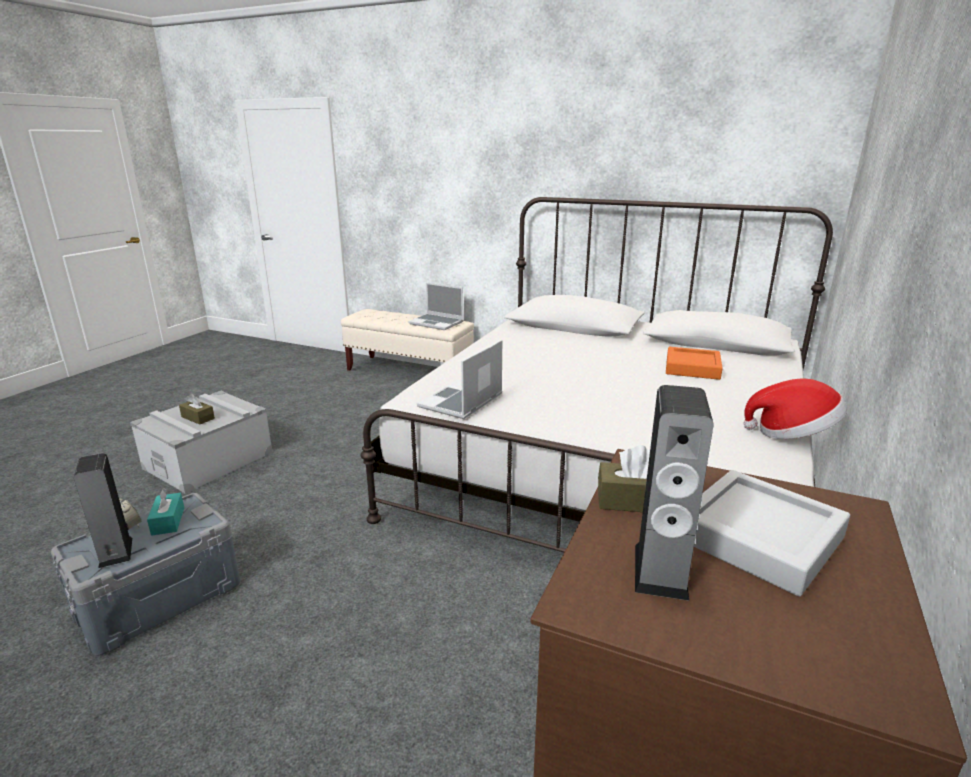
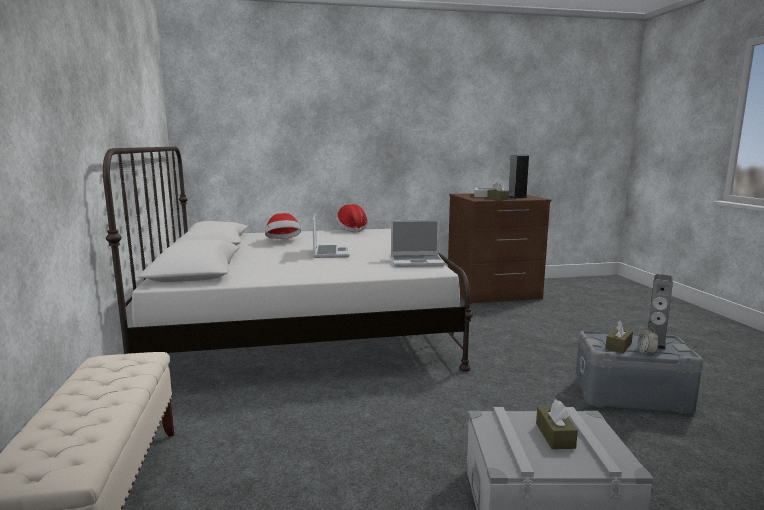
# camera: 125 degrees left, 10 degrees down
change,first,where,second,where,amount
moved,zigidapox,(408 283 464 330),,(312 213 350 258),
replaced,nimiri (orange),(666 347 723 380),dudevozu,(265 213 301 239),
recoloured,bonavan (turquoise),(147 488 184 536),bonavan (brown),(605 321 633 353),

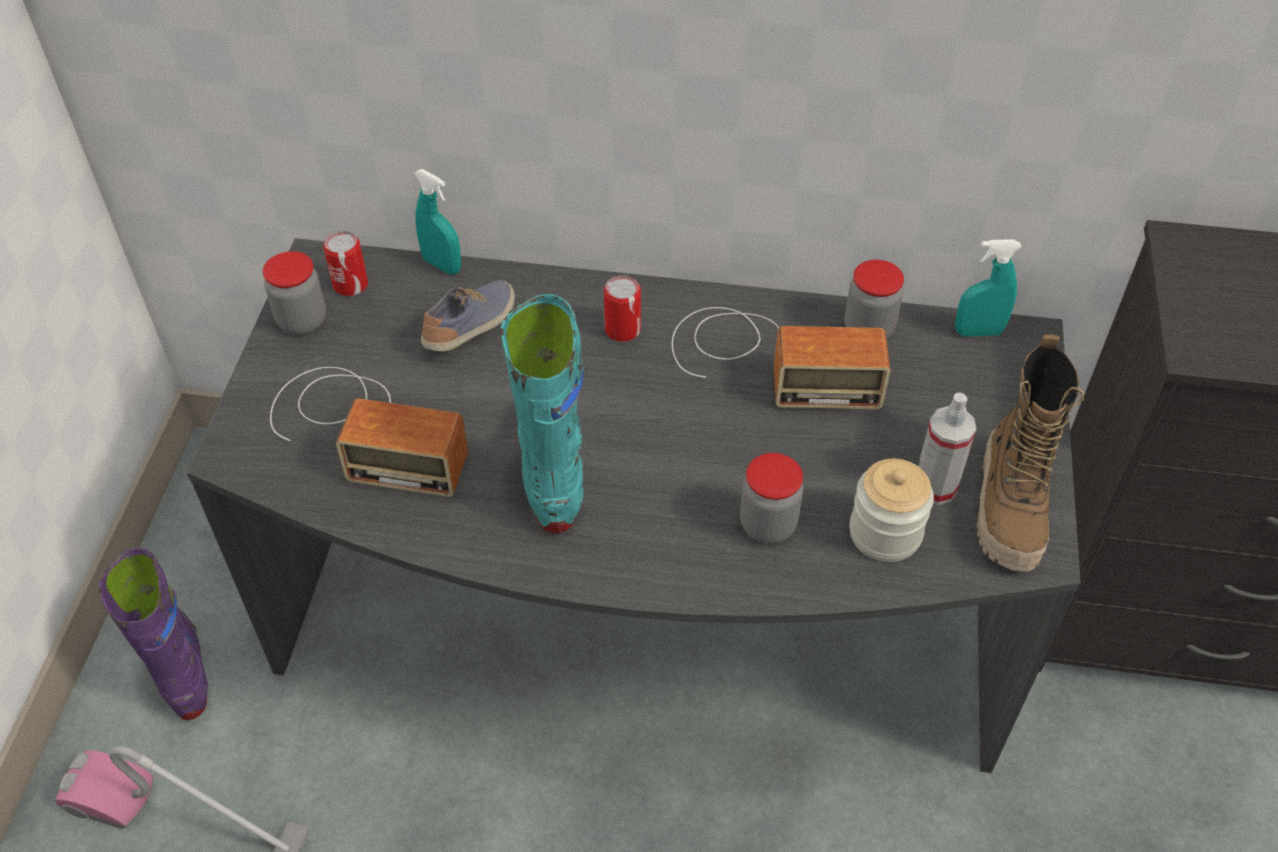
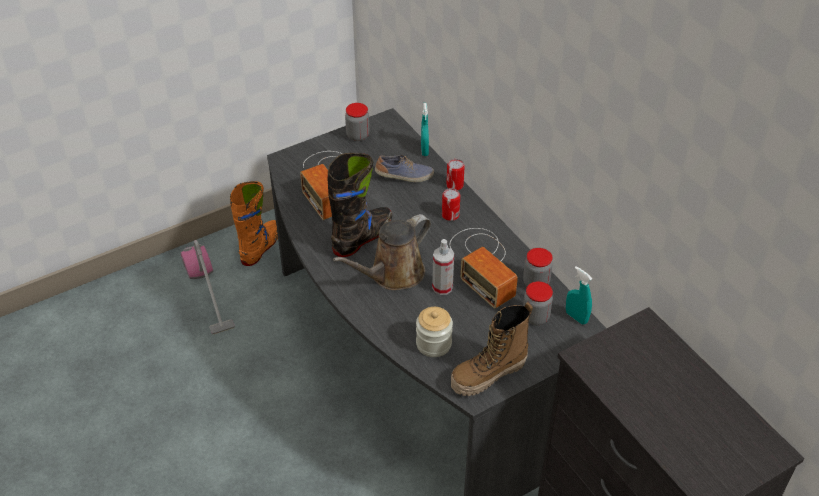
# camera: 50 degrees right, 5 degrees down
change,first,where,second,where,amount
moved,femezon,(323 231 368 296),,(446 159 465 190),
recoloured,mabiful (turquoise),(500 294 584 533),mabiful (black),(328 153 392 257),
moved,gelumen,(918 392 976 505),,(432 239 454 295),
moved,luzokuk,(740 453 803 544),,(523 281 553 325),
recoloured,mabiful (purple),(99 548 208 720),mabiful (orange),(230 181 278 266),
added,,,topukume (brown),(333 214 431 290),

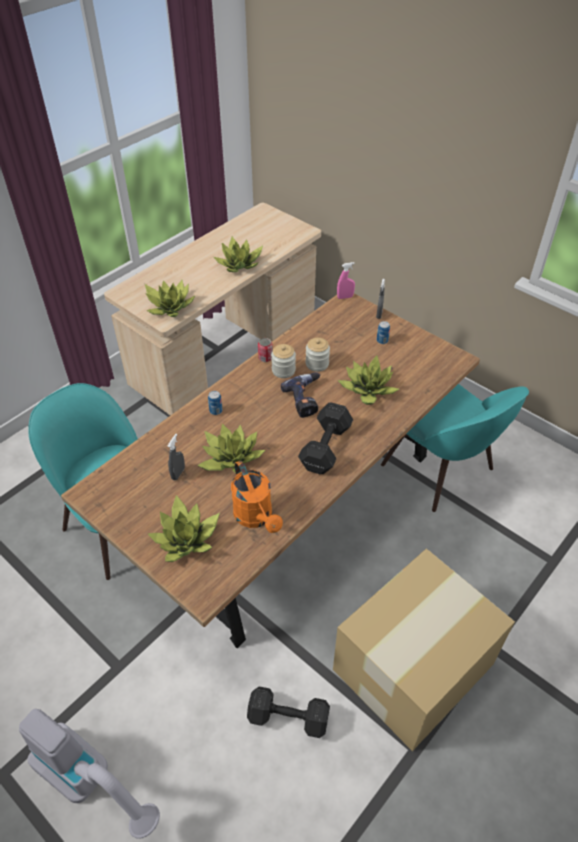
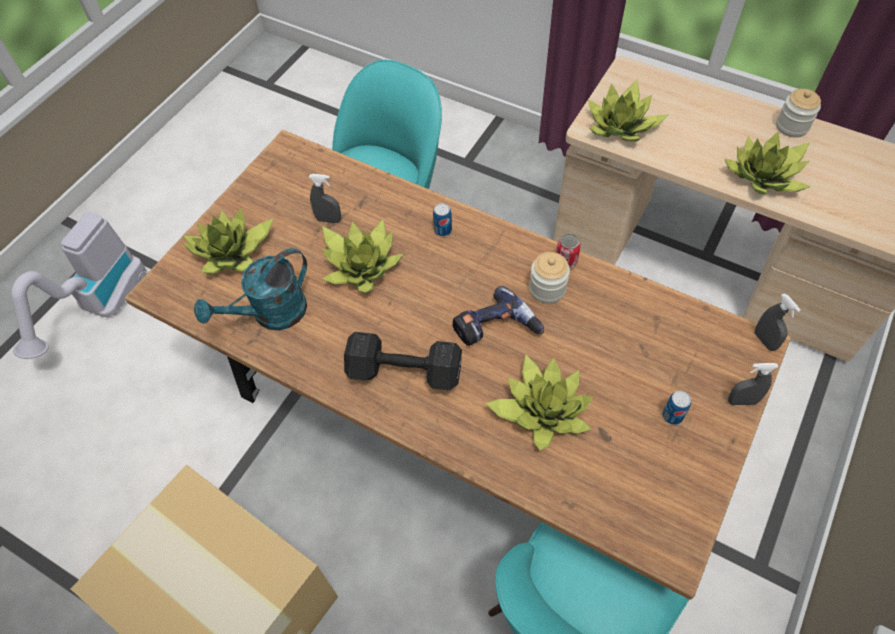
# camera: 80 degrees right, 10 degrees up
change,first,where,second,where,amount
recoloured,gelumen (pink),(337 262 355 299),gelumen (grey),(755 293 800 351),
moved,luzokuk,(305 338 330 372),,(776 89 821 137),
recoloured,topukume (orange),(231 461 283 533),topukume (turquoise),(194 248 307 330),
removed,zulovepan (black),(247 686 330 738),,,

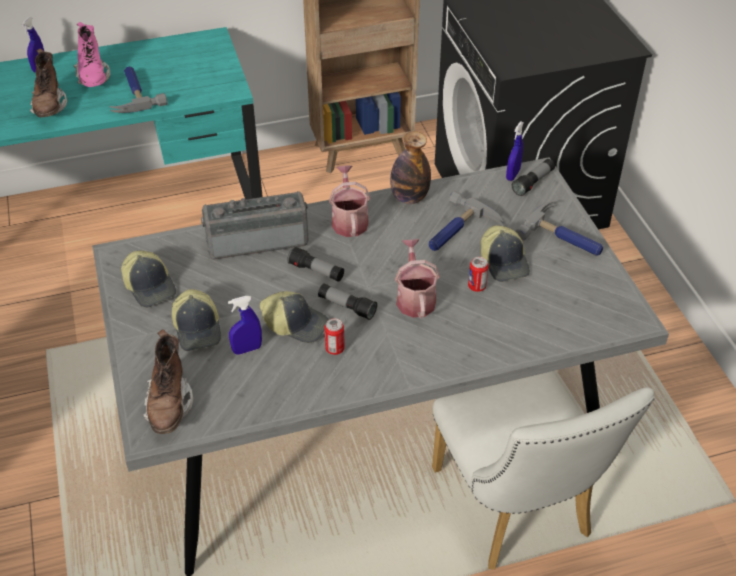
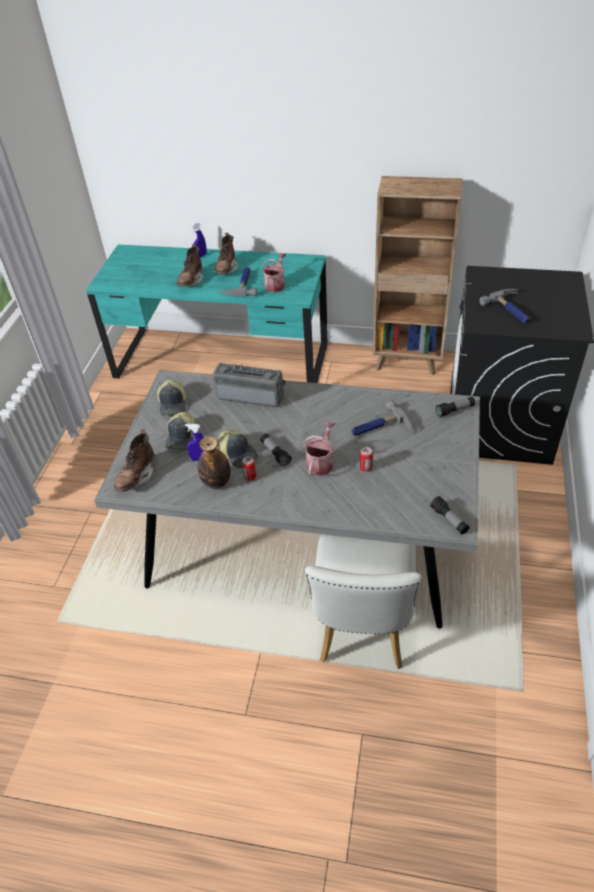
# camera: 30 degrees right, 0 degrees up
change,first,where,second,where,amount
recoloured,mabiful (pink),(74 22 110 87),mabiful (brown),(213 232 237 275),
removed,gelumen (blue),(506 121 524 181),,,
moved,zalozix,(390 131 431 204),,(197 436 231 489),
moved,topukume,(329 165 371 237),,(262 253 286 293),
moved,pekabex,(515 201 603 256),,(479 289 530 324),
removed,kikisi,(481 225 530 282),,,
moved,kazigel,(287 246 344 282),,(430 496 469 534),

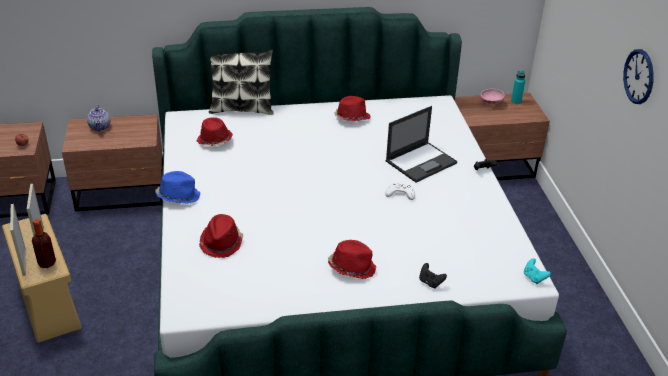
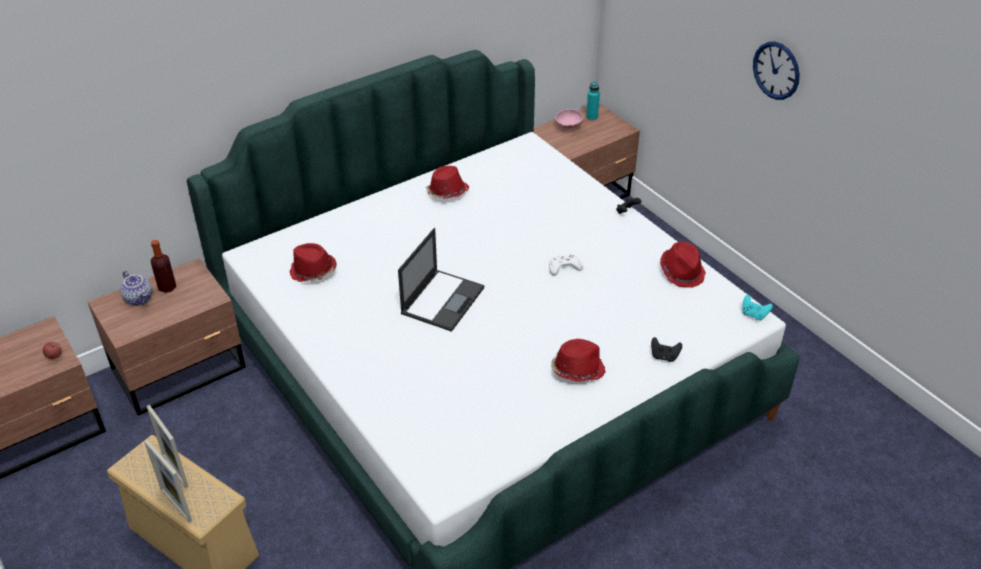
# camera: 25 degrees left, 5 degrees up
change,first,where,second,where,amount
removed,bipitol,(209 49 274 115),,,
moved,zigidapox,(386 106 457 182),,(398 228 484 332),
removed,dudevozu (blue),(155 171 200 204),,,
moved,dudevozu (red),(199 214 243 258),,(660 242 706 288),
moved,zalozix,(32 219 56 268),,(151 240 177 293),

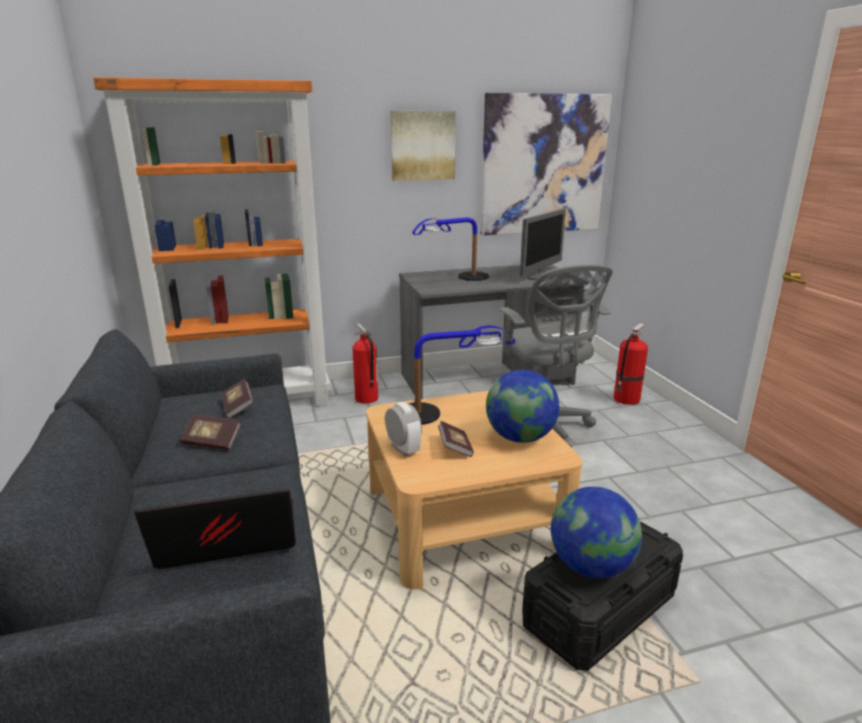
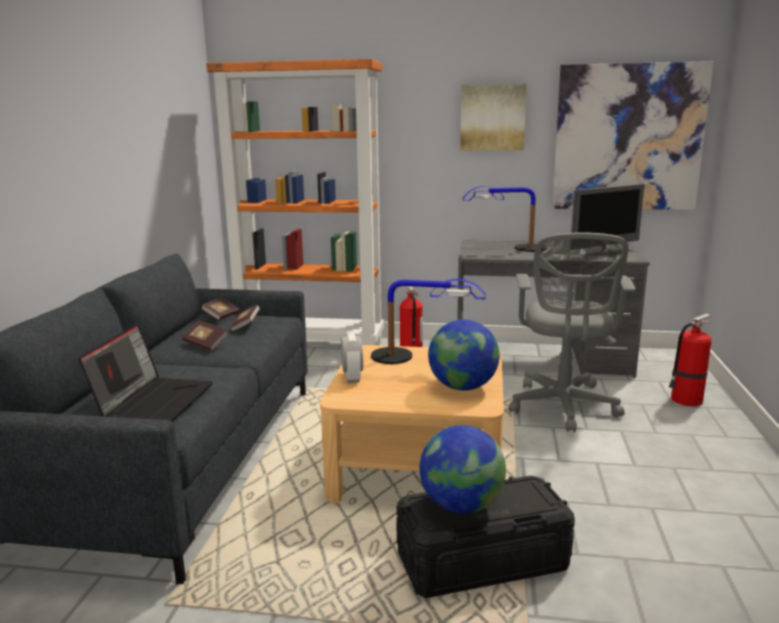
# camera: 25 degrees right, 5 degrees down
change,first,where,second,where,amount
moved,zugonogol,(438 421 474 457),,(201 298 239 320),
turned,zigidapox,(134 489 296 569),,(78 324 213 421),90 degrees clockwise

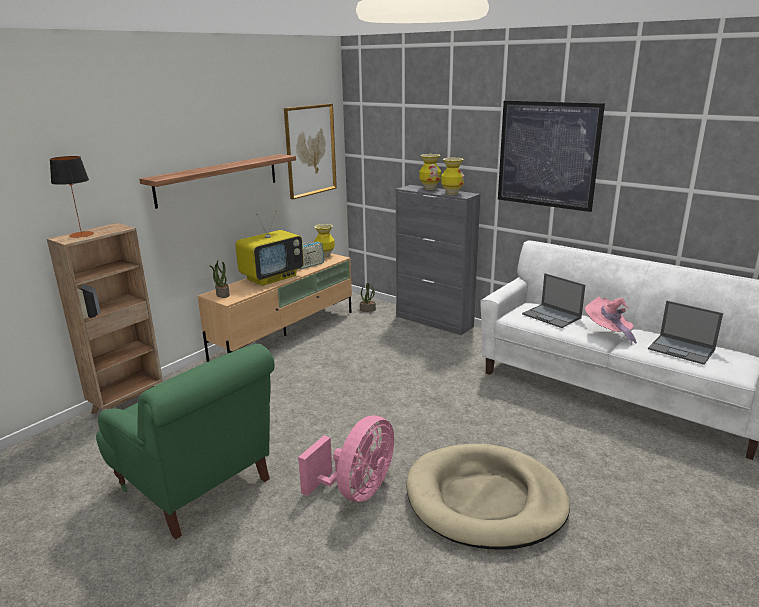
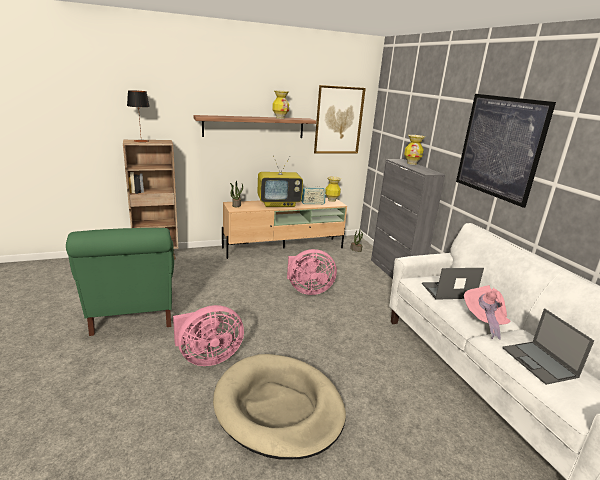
# camera: 30 degrees right, 0 degrees up
change,first,where,second,where,amount
moved,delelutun,(441 158 464 195),,(272 90 289 119),
turned,zigidapox,(522 273 585 328),,(422 268 484 300),90 degrees clockwise
added,,,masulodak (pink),(287 249 337 295),

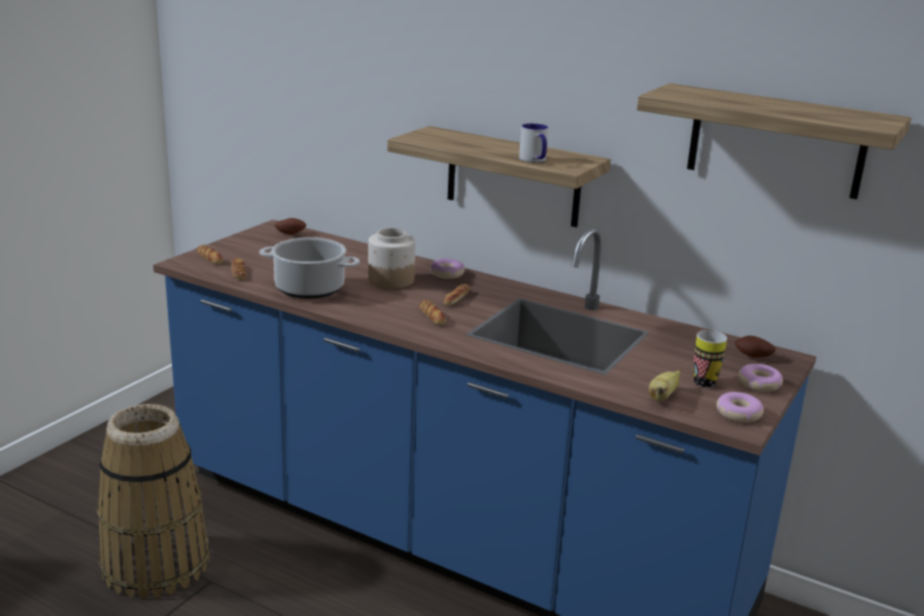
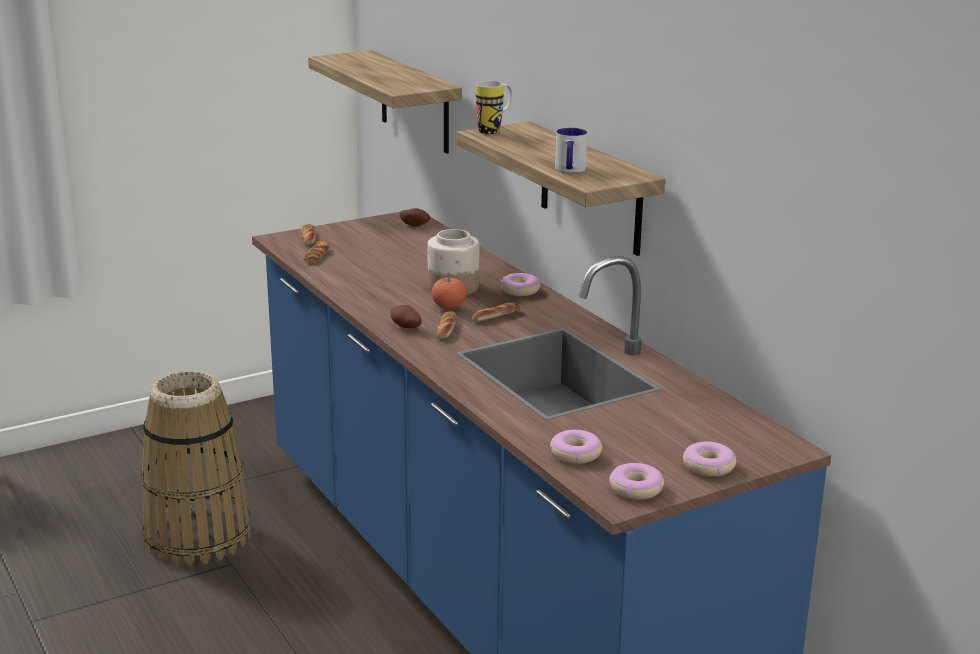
# camera: 30 degrees right, 0 degrees up
change,first,where,second,where,amount
moved,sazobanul,(637 83 911 199),,(308 50 462 154),
removed,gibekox,(259 237 360 299),,,
moved,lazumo,(694 330 727 388),,(476 81 513 135),
moved,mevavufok,(735 336 776 358),,(391 305 422 328),
replaced,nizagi,(649 370 681 402),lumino,(550 430 603 464),
added,,,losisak,(431 277 466 309),

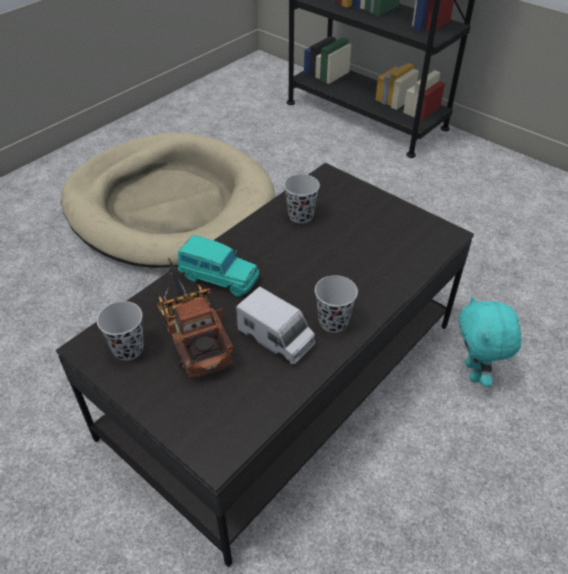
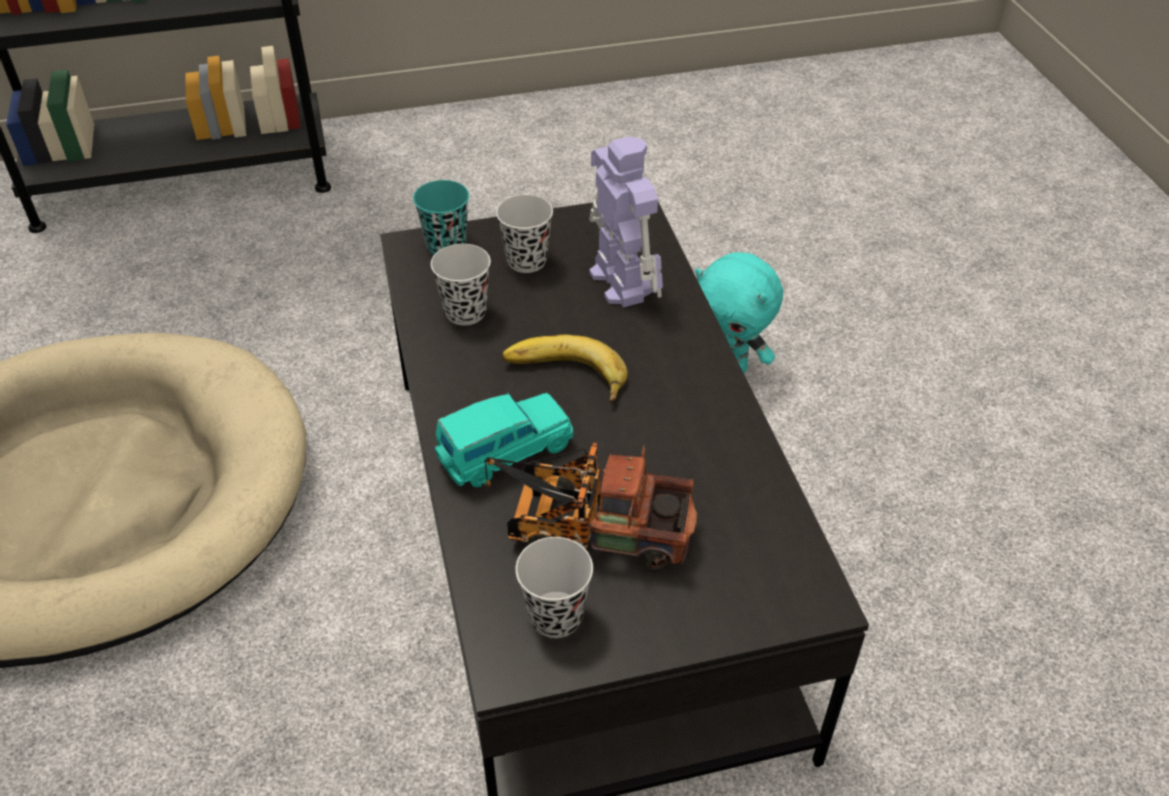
# camera: 55 degrees left, 0 degrees up
change,first,where,second,where,amount
moved,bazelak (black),(315 275 358 333),,(496 195 553 273),
removed,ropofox,(236 287 315 365),,,
added,,,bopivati,(589 136 663 307),
added,,,bazelak (turquoise),(413 180 469 255),
added,,,nizagi,(502 335 628 403),

